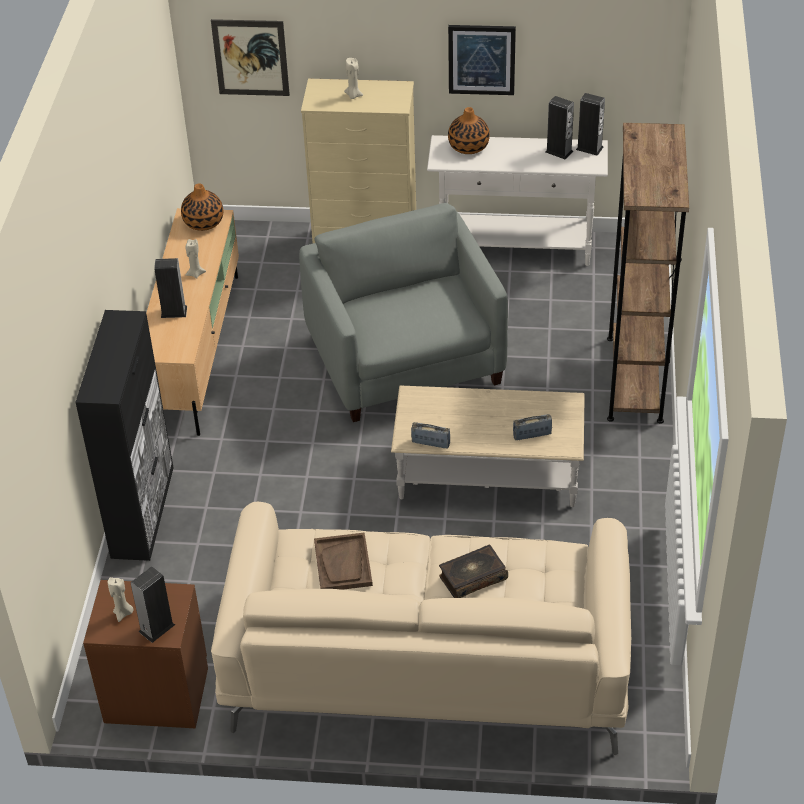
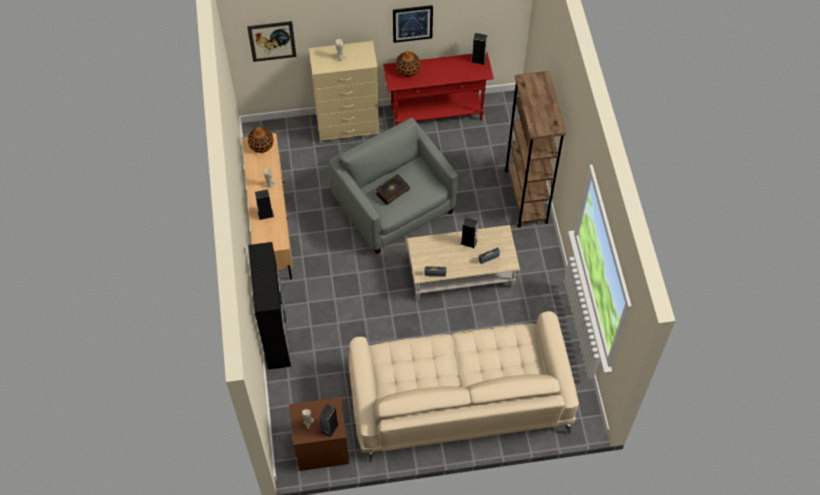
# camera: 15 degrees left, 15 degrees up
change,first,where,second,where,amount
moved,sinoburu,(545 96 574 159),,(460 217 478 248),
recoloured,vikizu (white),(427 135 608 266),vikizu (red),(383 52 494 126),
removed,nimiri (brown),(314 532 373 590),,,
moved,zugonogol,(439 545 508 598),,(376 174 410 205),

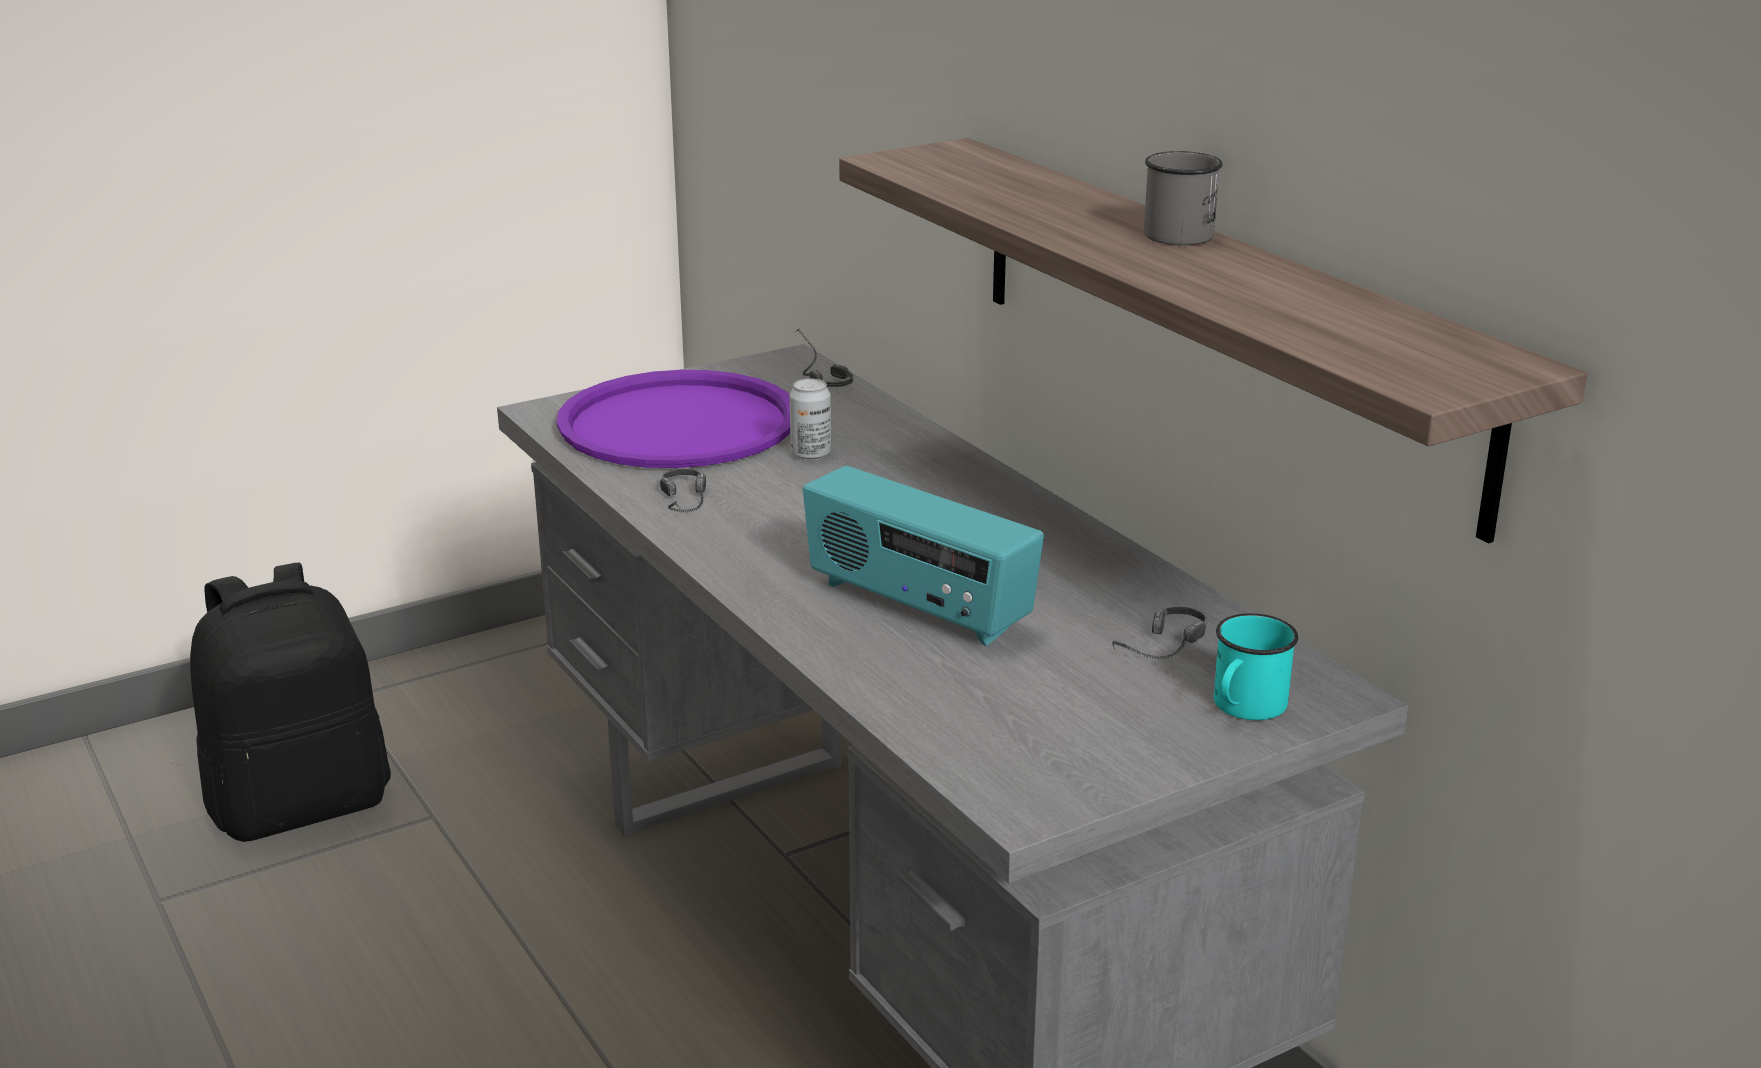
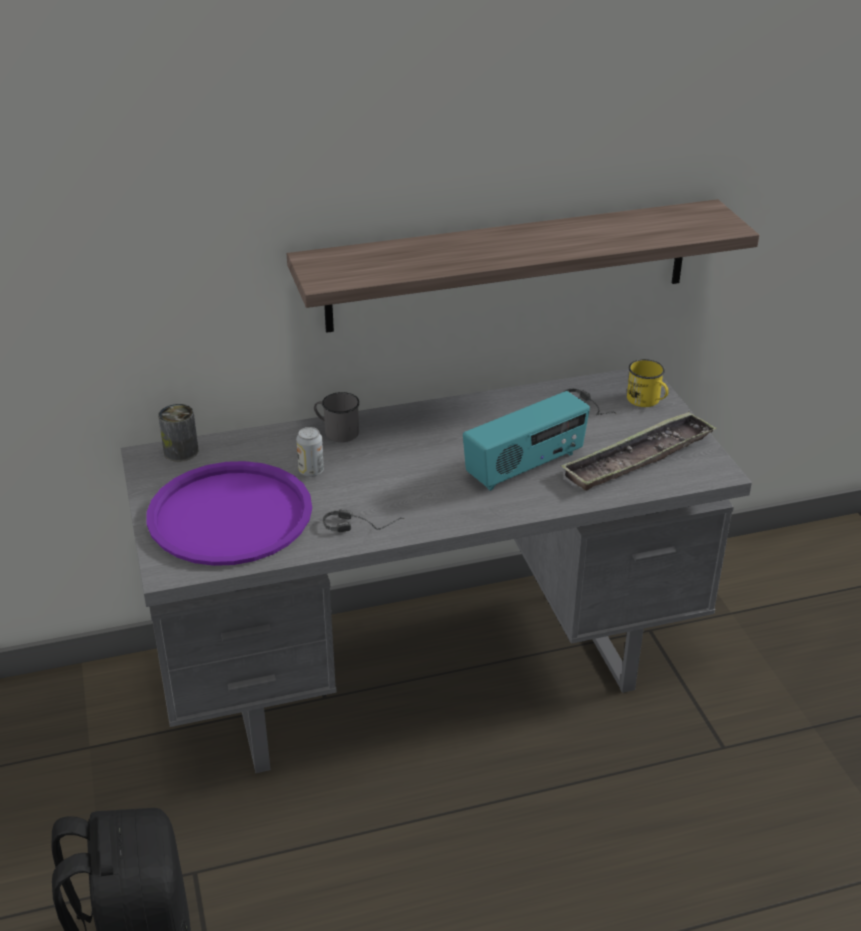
# camera: 75 degrees left, 10 degrees up
change,first,where,second,where,amount
moved,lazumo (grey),(1144 151 1223 245),,(314 392 360 442),
replaced,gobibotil,(795 329 853 387),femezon,(158 404 199 462),
recoloured,lazumo (turquoise),(1214 613 1298 720),lazumo (yellow),(627 359 669 407),
added,,,nimiri,(561 411 717 491),

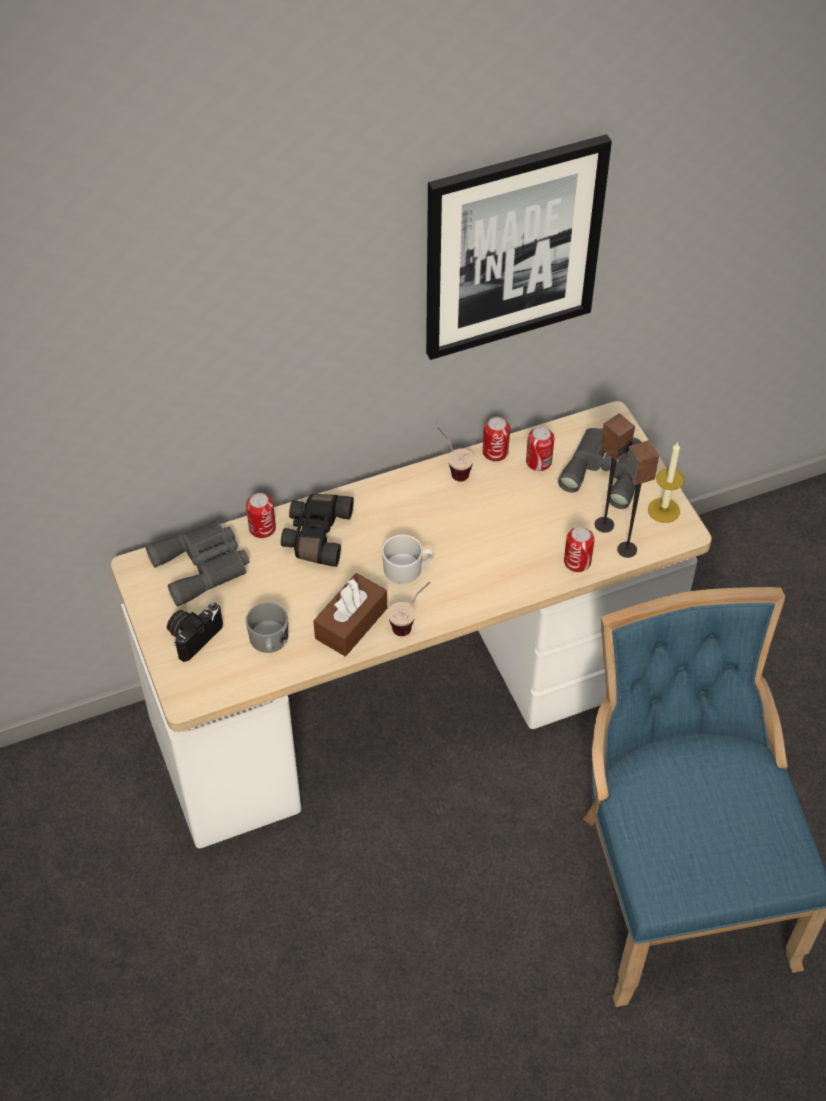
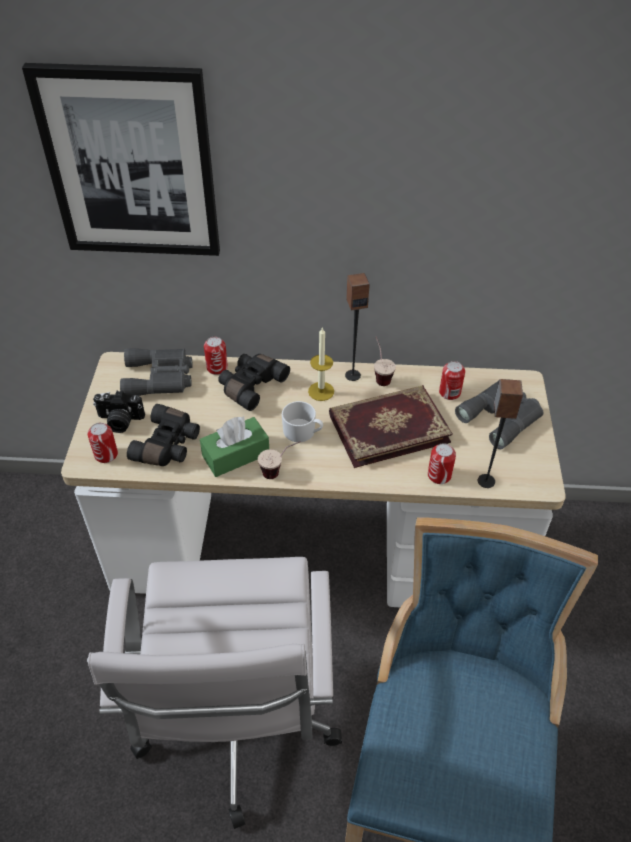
# camera: 25 degrees right, 5 degrees down
change,first,where,second,where,amount
moved,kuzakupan,(426 134 612 360),,(22 63 220 256),
moved,sinoburu,(595 413 635 533),,(345 273 370 381),
moved,femezon,(483 417 510 462),,(88 423 118 463),
moved,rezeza,(648 442 684 523),,(308 327 334 401),
recoloured,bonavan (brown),(314 573 387 656),bonavan (green),(200 416 269 477),
replaced,lazumo (grey),(246 602 288 653),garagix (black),(127 404 200 466),
turned,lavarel,(167 603 223 662),,(93 391 145 433),150 degrees counterclockwise
added,,,zugonogol,(329 385 453 468),
added,,,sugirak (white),(87 557 342 829),

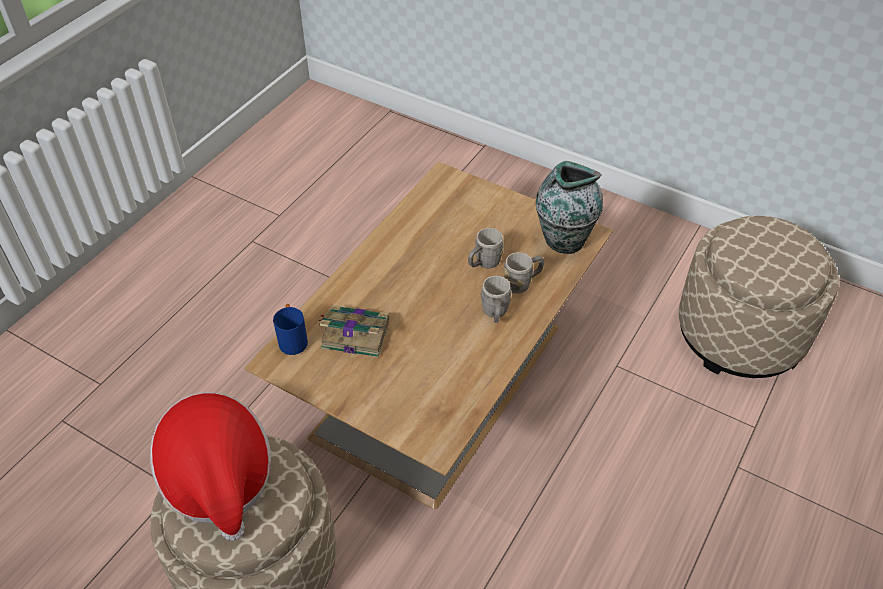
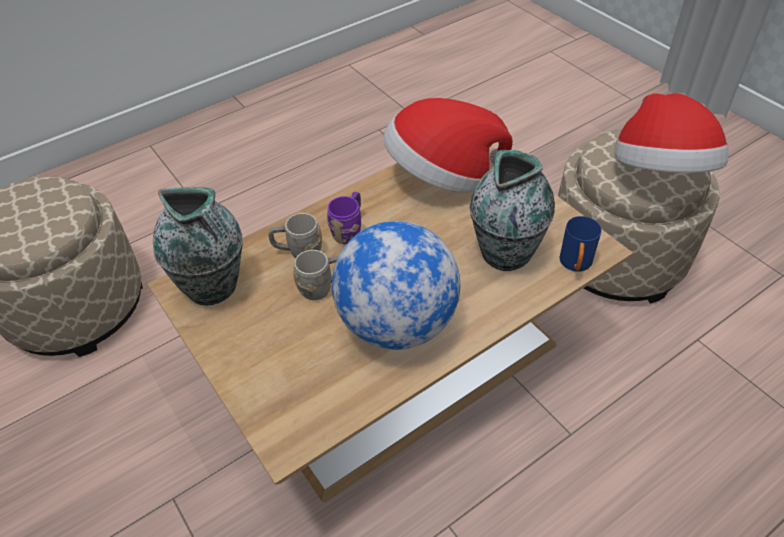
# camera: 155 degrees left, 0 degrees up
change,first,where,second,where,amount
recoloured,lazumo (grey),(480 276 511 323),lazumo (purple),(327 192 361 244),
replaced,zugonogol,(318 305 389 358),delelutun,(469 150 555 271),
added,,,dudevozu,(383 98 513 192),
added,,,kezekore,(332 221 460 350),

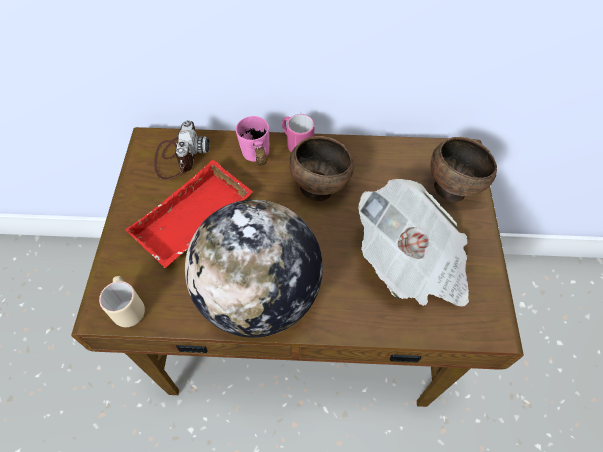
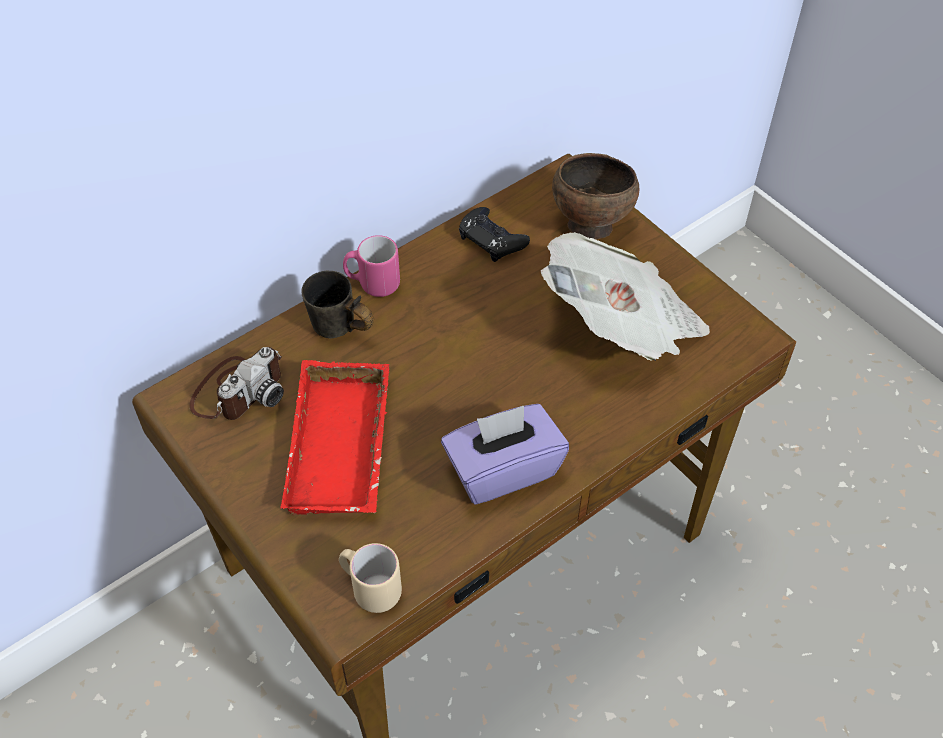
# camera: 40 degrees left, 5 degrees down
change,first,where,second,where,amount
recoloured,lazumo (pink),(236 116 269 165),lazumo (grey),(301 271 374 339),
turned,lavarel,(154 120 210 179),,(189 347 284 420),75 degrees clockwise
removed,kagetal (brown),(289 136 354 201),,,
replaced,kezekore,(185 200 323 338),bonavan (purple),(441 404 569 504),
added,,,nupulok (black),(459 207 530 262),

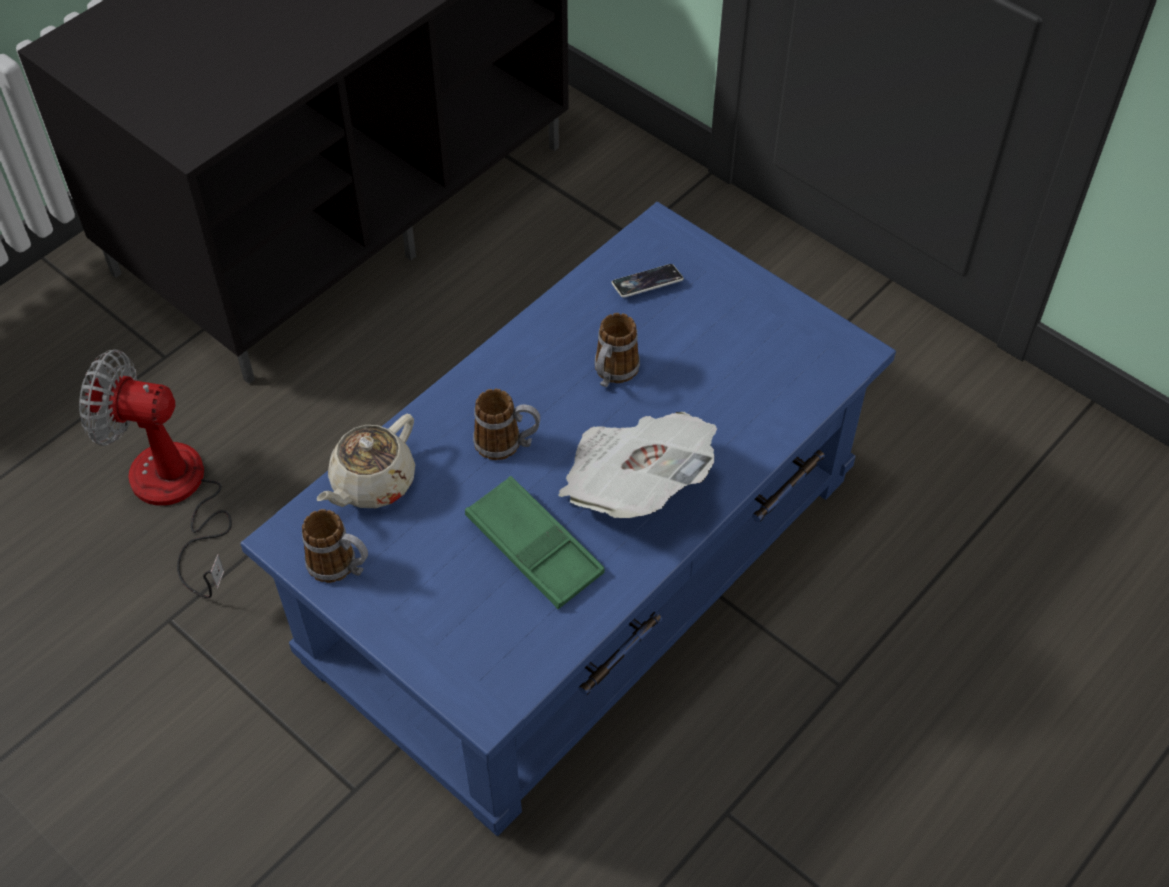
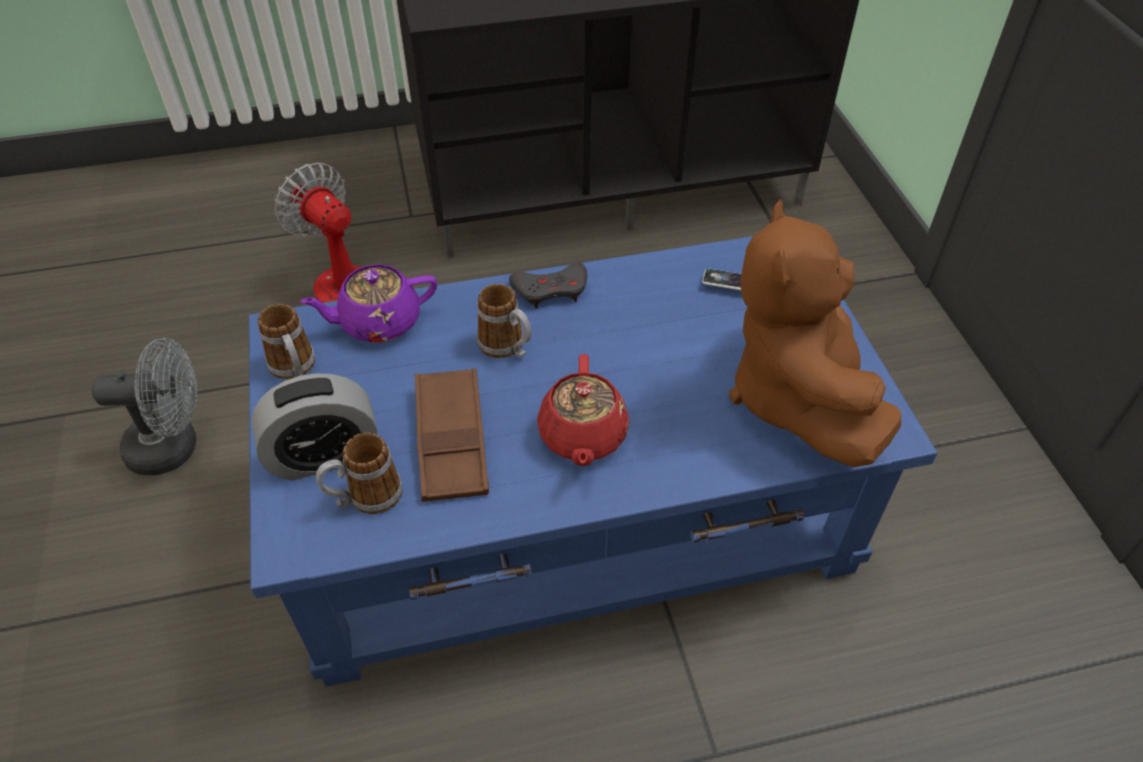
# camera: 35 degrees right, 5 degrees down
change,first,where,second,where,amount
moved,lazumo,(595 313 640 387),,(316 432 402 514),
replaced,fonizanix,(558 412 717 518),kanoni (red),(537 354 629 466),
recoloured,kanoni (beige),(317 414 415 508),kanoni (purple),(300 264 437 343),
recoloured,nimiri (green),(465 476 605 609),nimiri (brown),(415 368 489 502),
added,,,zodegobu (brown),(729 199 901 467),
added,,,nupulok (grey),(509 262 587 309),
added,,,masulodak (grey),(92 338 197 475),
added,,,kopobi,(252 373 378 481),

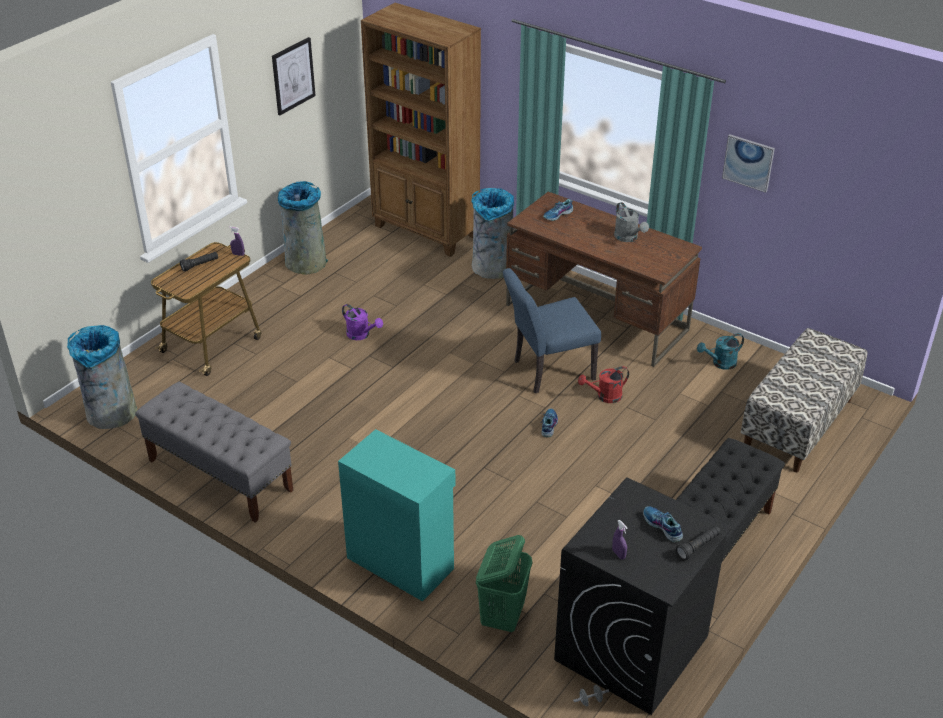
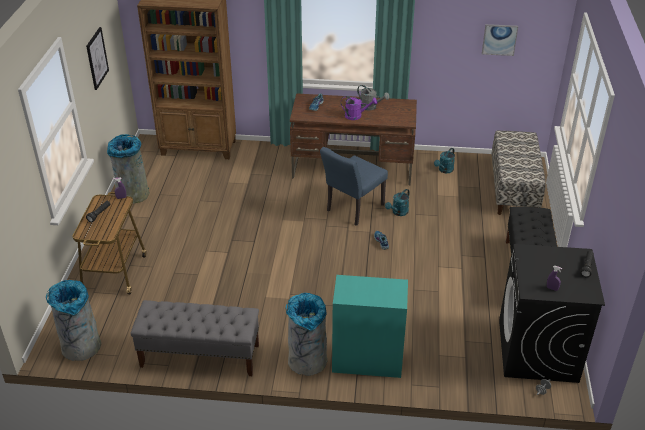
# camera: 30 degrees left, 0 degrees up
change,first,where,second,where,amount
moved,kuzakupan,(722 134 775 193),,(482 24 518 56),
moved,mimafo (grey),(471 188 514 279),,(285 293 327 376),
moved,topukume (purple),(342 304 383 340),,(341 96 377 120),
recoloured,topukume (red),(578 366 629 403),topukume (turquoise),(385 189 410 216),
removed,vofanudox,(643 507 683 542),,,
removed,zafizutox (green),(476 535 532 632),,,

